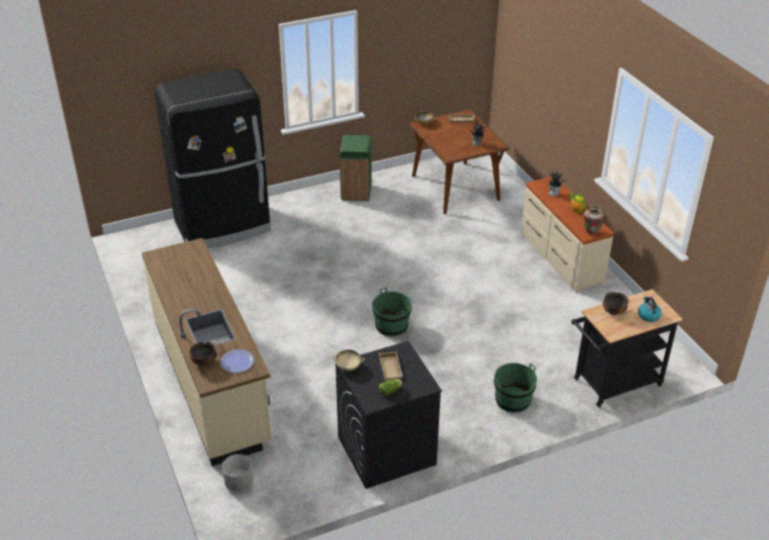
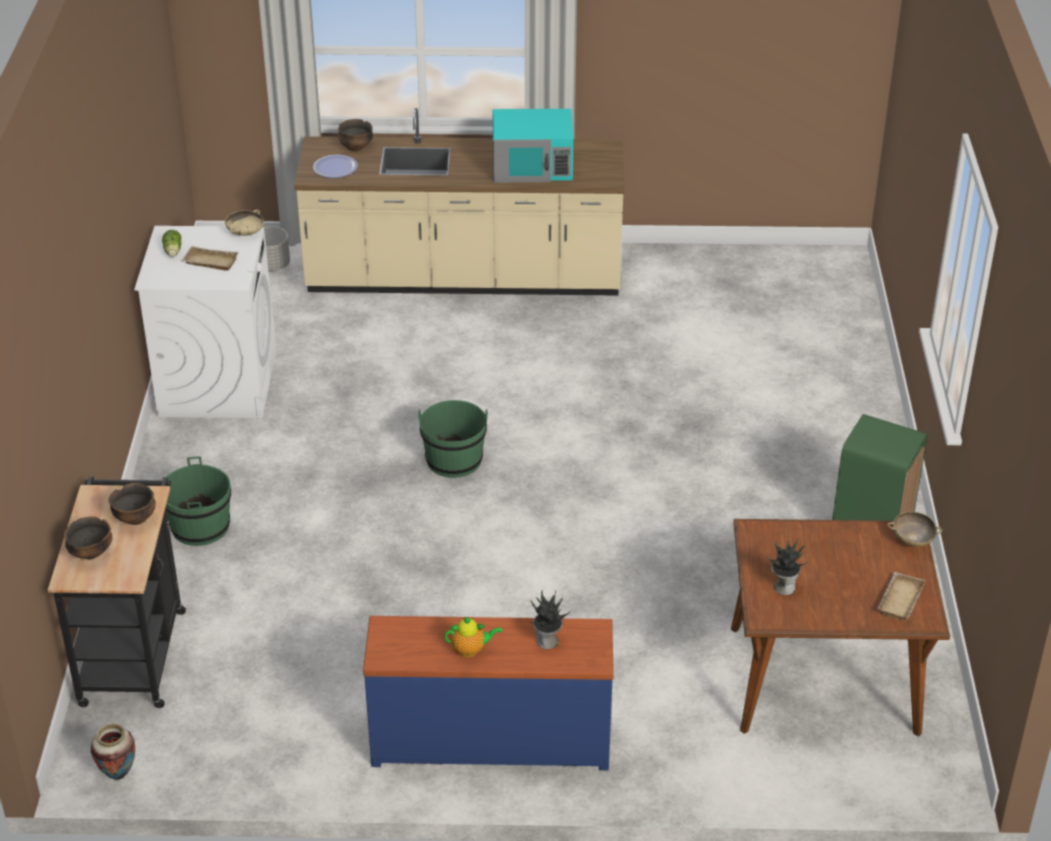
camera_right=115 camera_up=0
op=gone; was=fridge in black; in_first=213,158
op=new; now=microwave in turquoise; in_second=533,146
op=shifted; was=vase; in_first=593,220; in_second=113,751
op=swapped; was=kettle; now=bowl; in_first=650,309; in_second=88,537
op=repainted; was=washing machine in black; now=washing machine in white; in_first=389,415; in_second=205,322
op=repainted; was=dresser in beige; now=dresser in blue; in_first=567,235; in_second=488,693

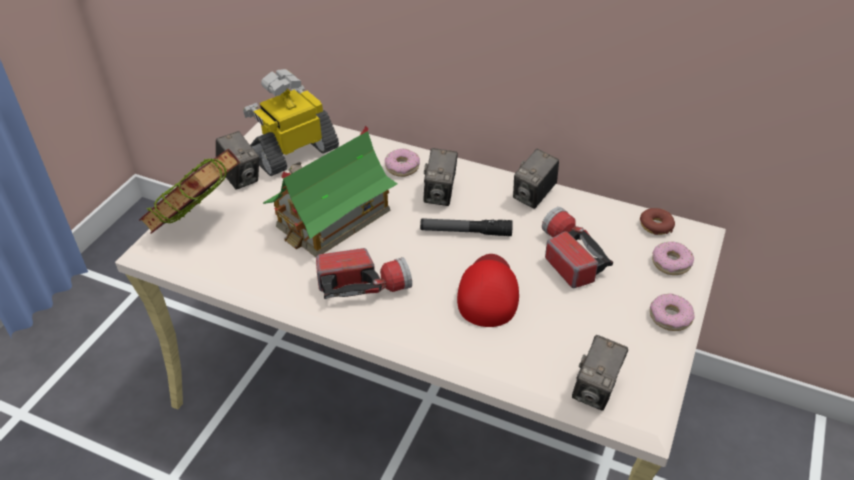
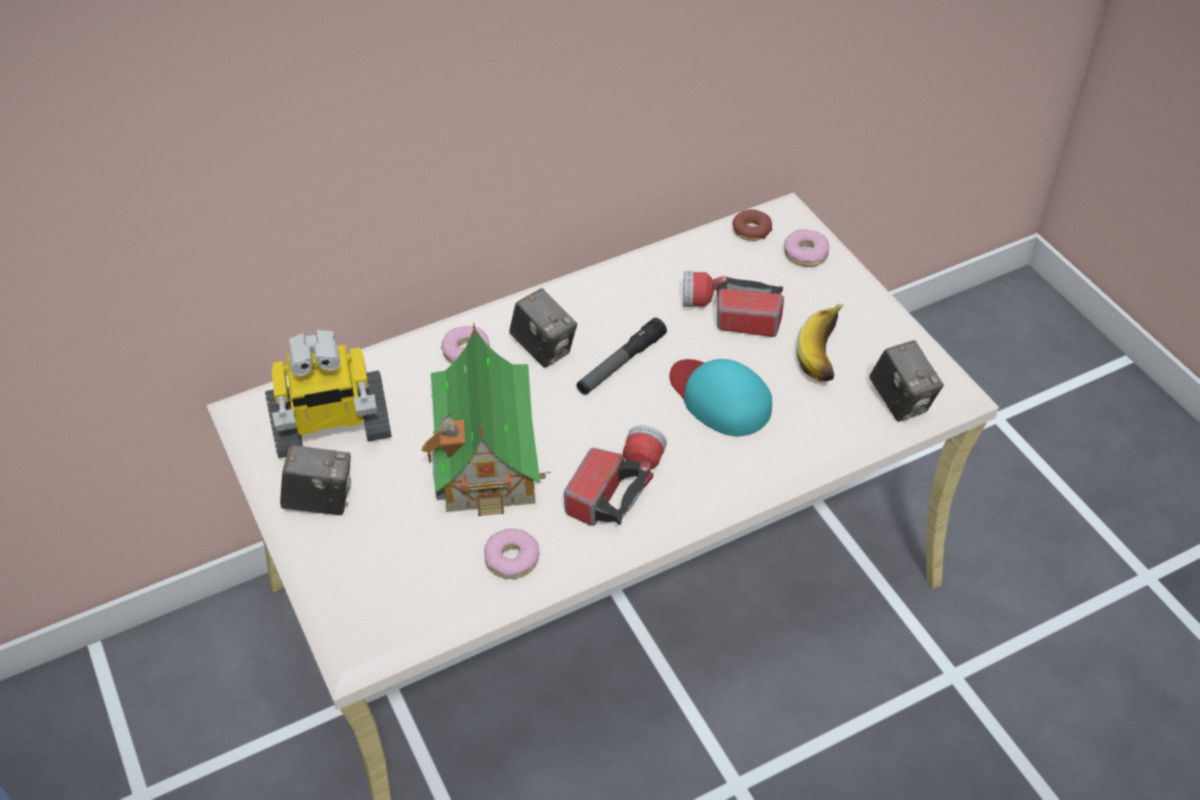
camera_right=-50 camera_up=5
op=gone; was=book; in_first=189,191
op=gone; was=photo camera; in_first=536,179
op=new; now=banana; in_second=820,342
op=shifted; was=donut; in_first=672,312; in_second=512,554
op=repainted; was=cap in red; now=cap in turquoise; in_first=488,290; in_second=721,397
op=rotated; was=toy robot; in_first=291,122; in_second=328,394; clockwise=-105

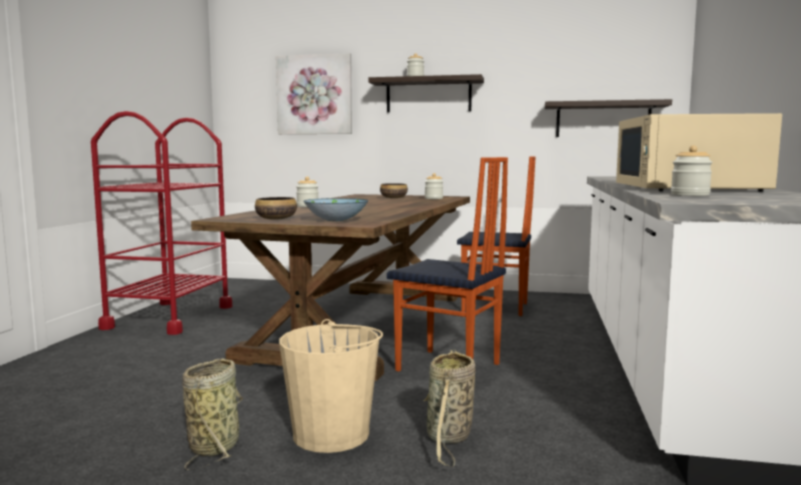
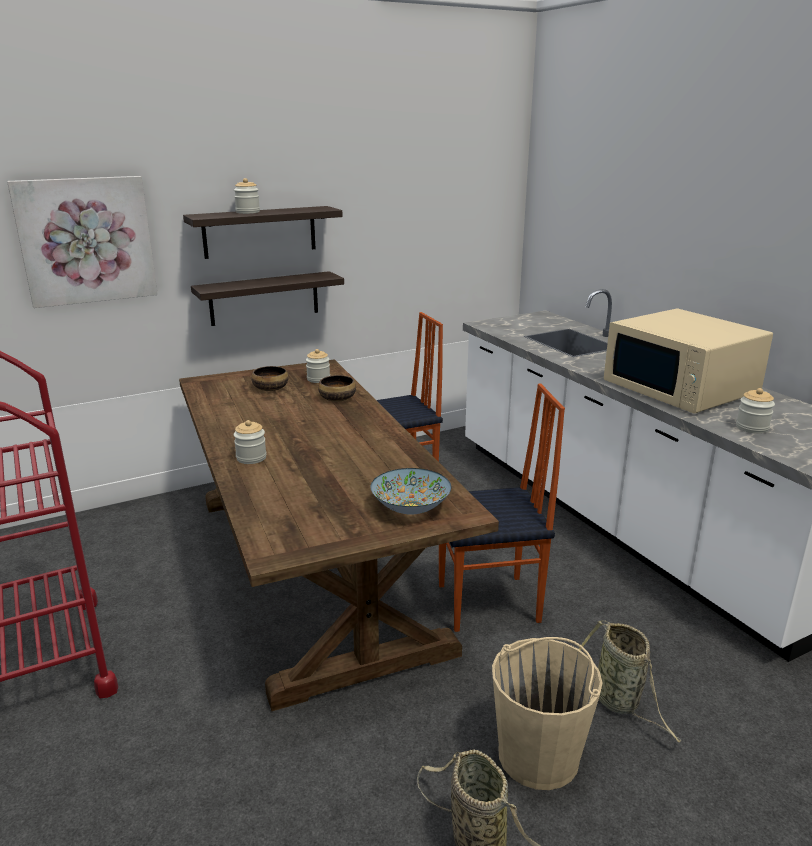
camera_right=-40 camera_up=15
op=shifted; was=bowl; in_first=276,208; in_second=337,388
op=shifted; was=shelf; in_first=608,118; in_second=267,298

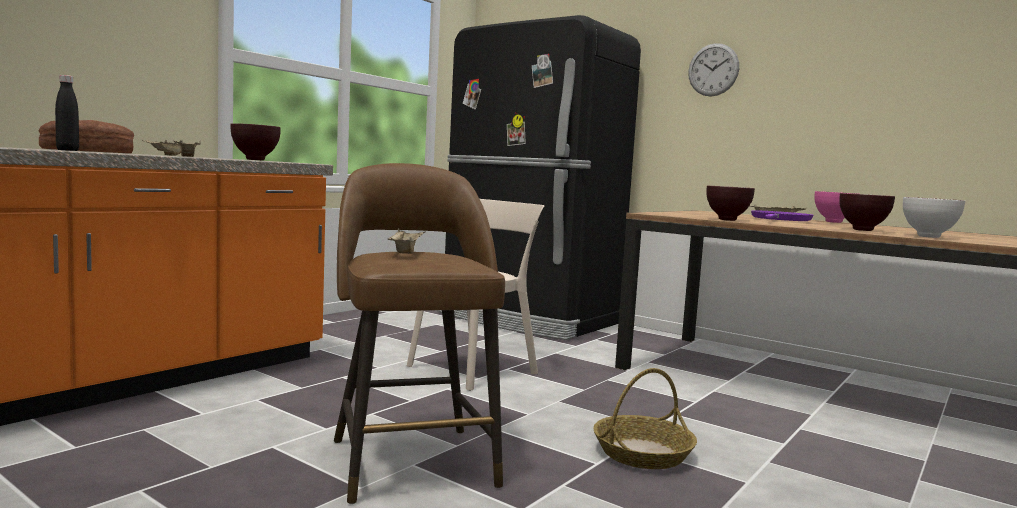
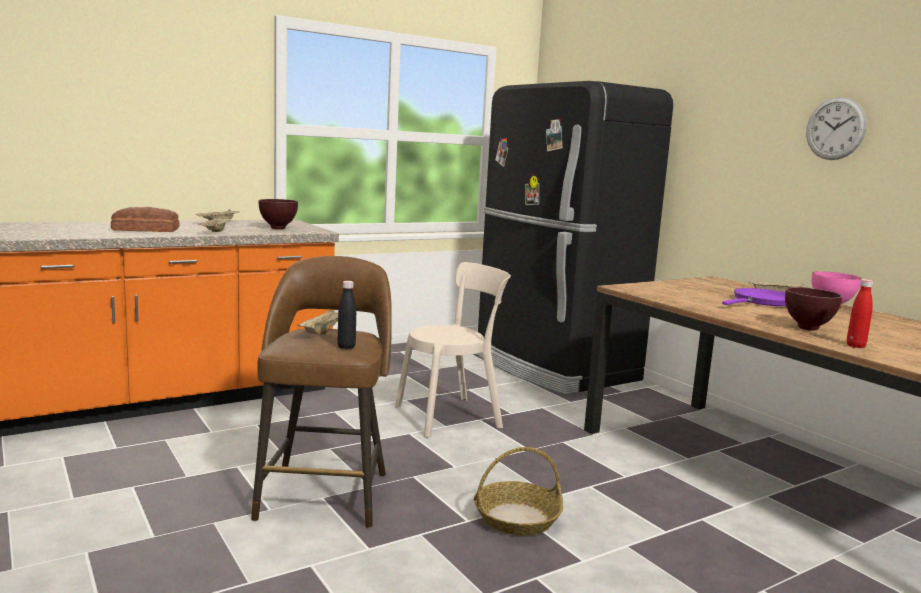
camera_right=20 camera_up=5
op=gone; was=bowl in brown; in_first=730,203
op=shifted; was=bottle in black; in_first=67,113; in_second=347,315
op=shifted; was=wall clock; in_first=713,70; in_second=836,128
op=swapped; was=bowl in white; now=bottle in red; in_first=934,217; in_second=860,313

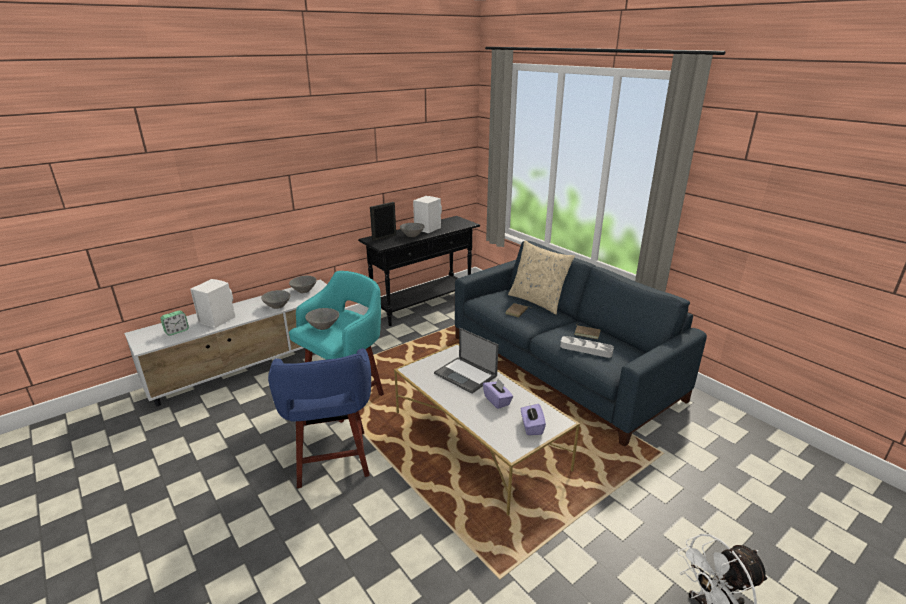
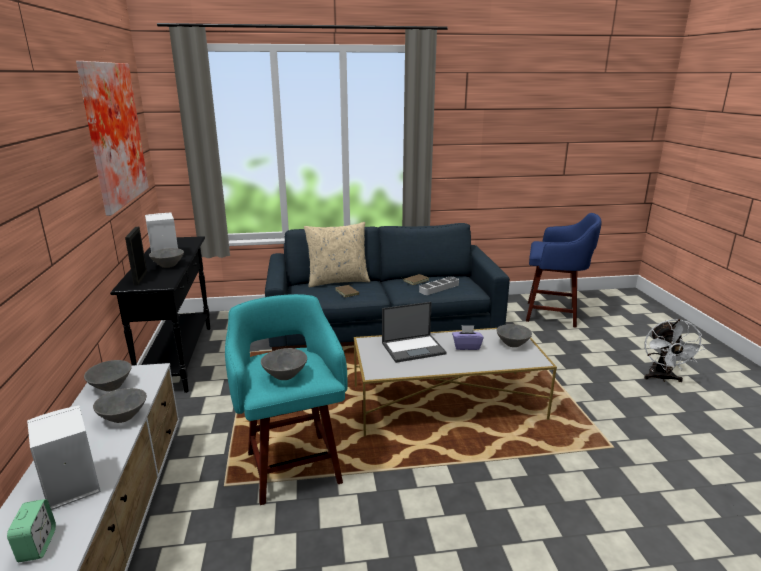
camera_right=-60 camera_up=-5
op=new; now=picture; in_second=112,138
op=shifted; was=stool in blue; in_first=319,418; in_second=564,270
op=swapped; was=tissue box in purple; now=bowl in grey; in_first=533,419; in_second=514,335

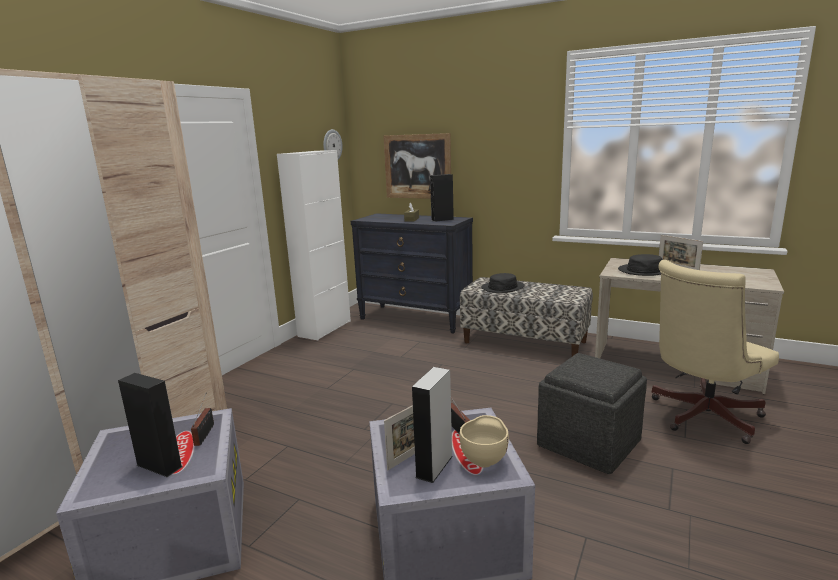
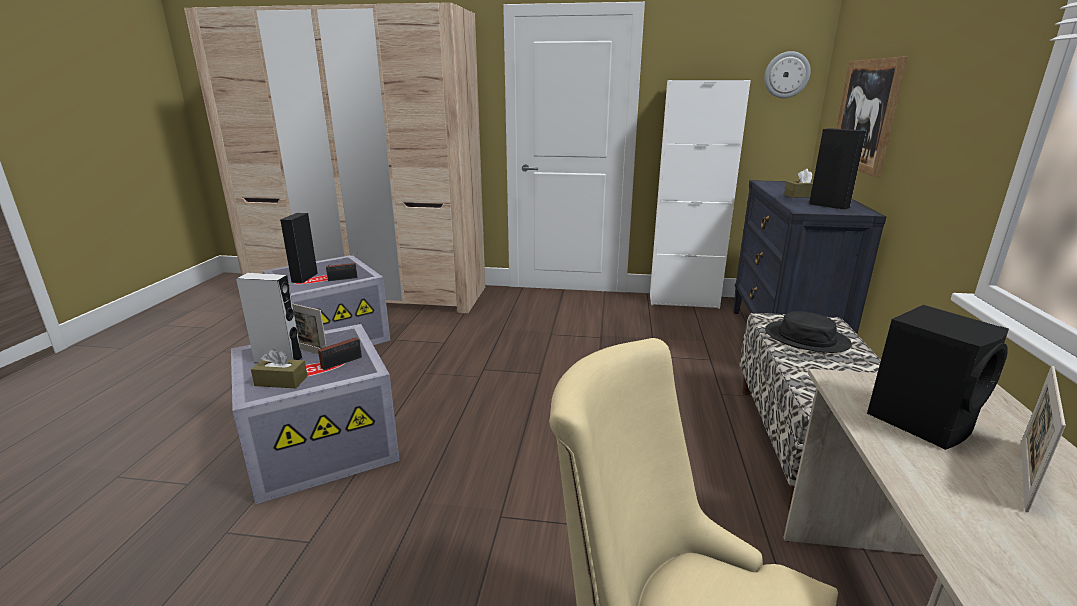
camera_right=70 camera_up=5
op=gone; was=ottoman in grey; in_first=592,413
op=swapped; was=bowl in beige; now=tissue box in brown; in_first=484,441; in_second=279,368
op=swapped; was=hat in black; now=speaker in black; in_first=640,265; in_second=938,377

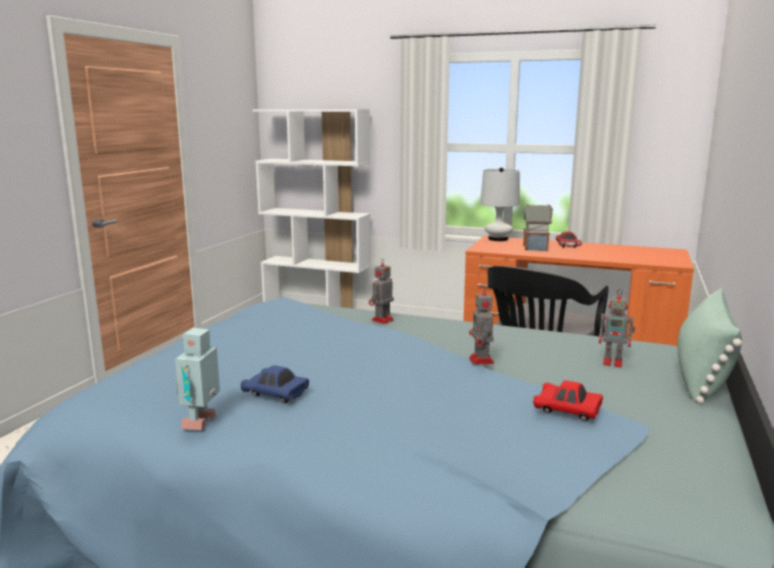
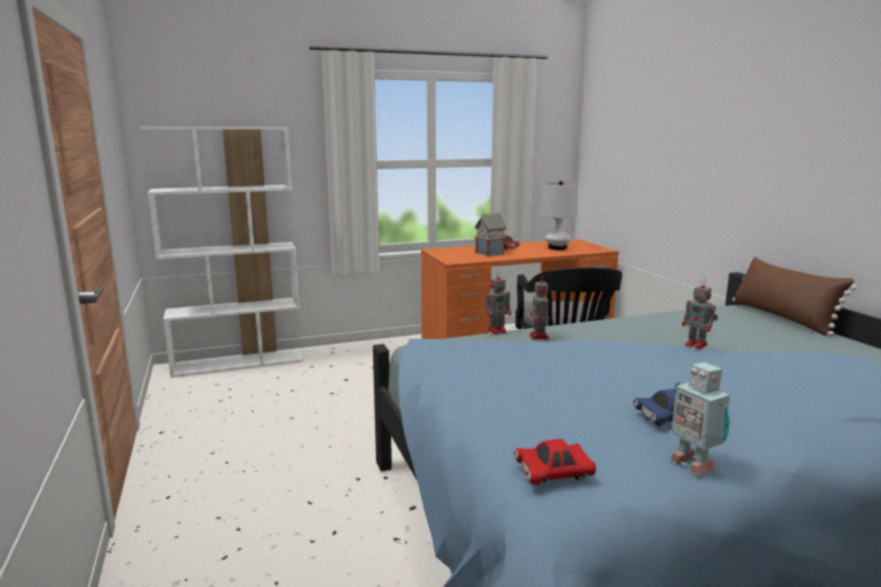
camera_right=-40 camera_up=0
op=shifted; was=table lamp in white; in_first=500,204; in_second=559,215
op=shifted; was=toy car in red; in_first=568,400; in_second=555,462
op=shifted; was=toy robot; in_first=617,328; in_second=499,303
op=repainted; was=pillow in green; now=pillow in brown; in_first=710,346; in_second=794,296

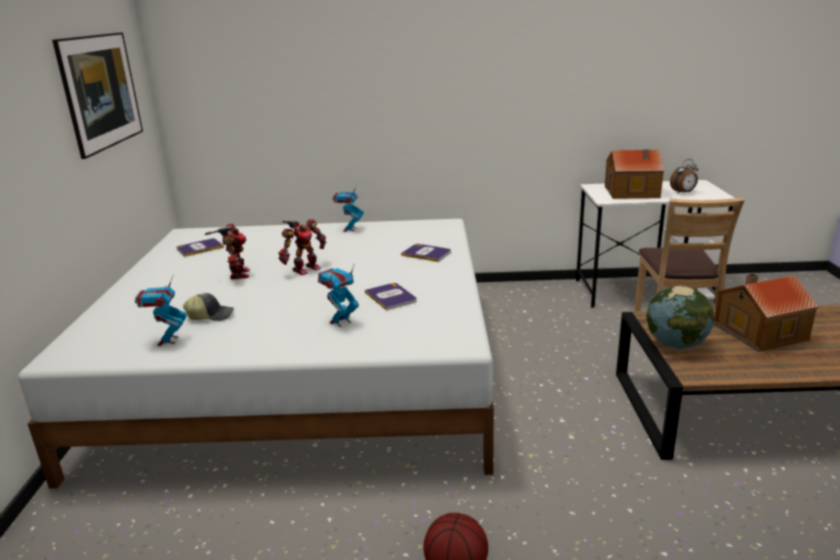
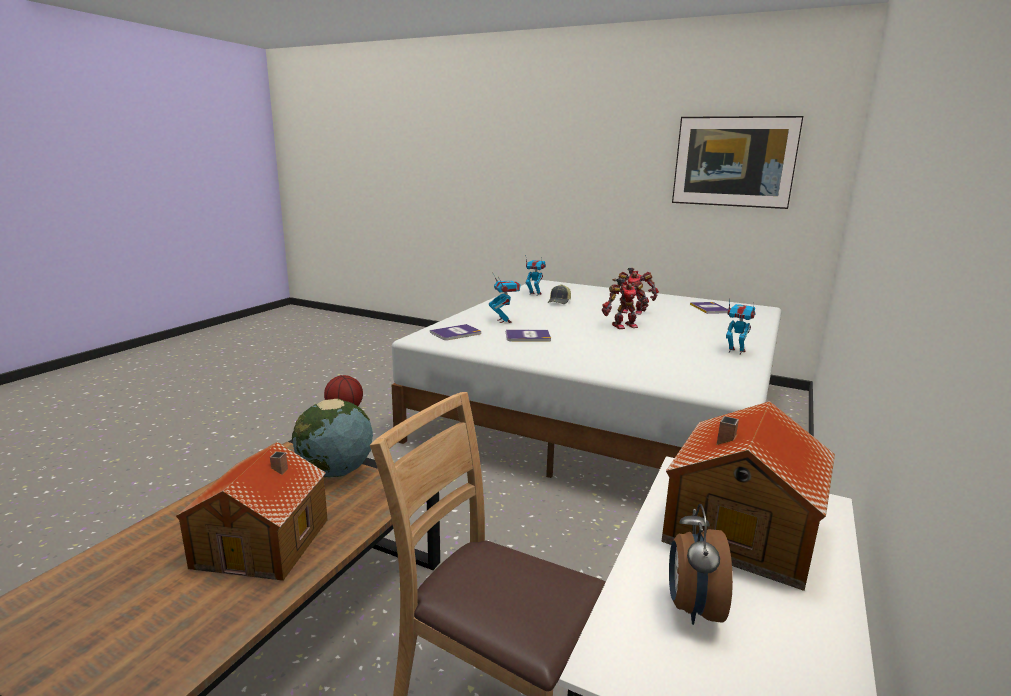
camera_right=115 camera_up=-5
op=shifted; was=book; in_first=426,253; in_second=455,332
op=rotated; was=toy robot; in_first=302,247; in_second=625,303; clockwise=-90

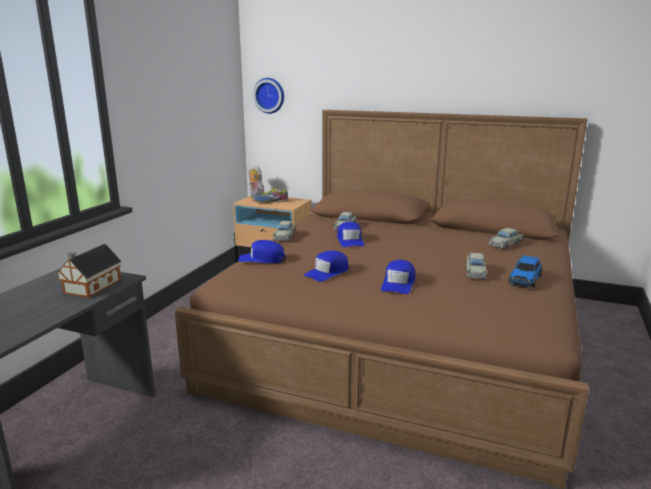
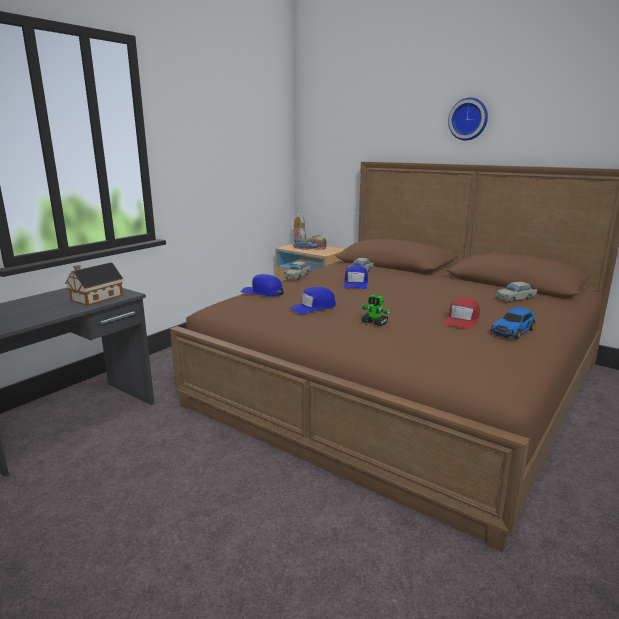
camera_right=15 camera_up=0
op=shifted; was=wall clock; in_first=268,96; in_second=468,119
op=swapped; was=cap in blue; now=toy robot; in_first=398,277; in_second=375,310
op=swapped; was=toy car in beige; now=cap in red; in_first=476,266; in_second=462,313

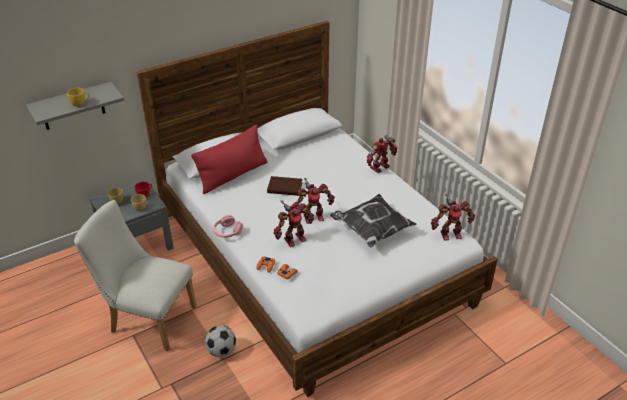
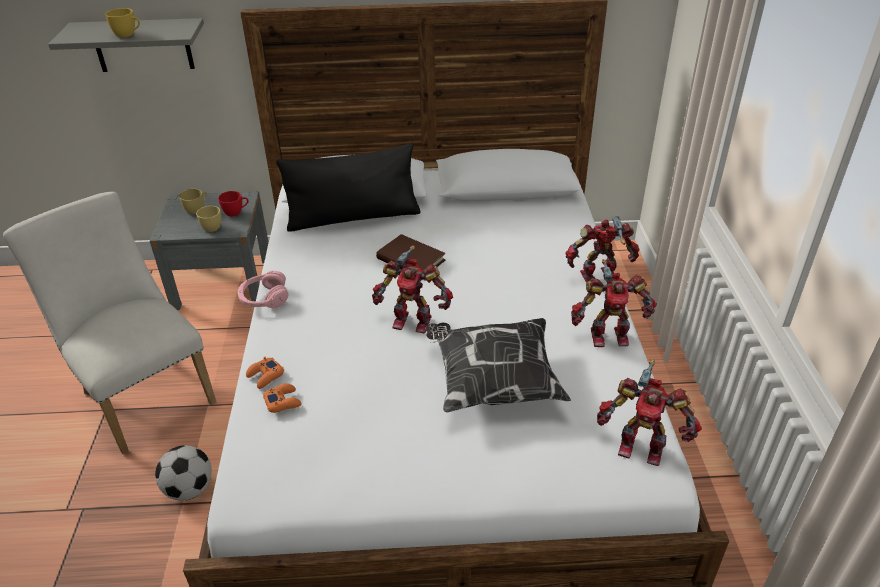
camera_right=30 camera_up=0
op=shifted; was=toy robot; in_first=294,223; in_second=614,303
op=repainted; was=pillow in red; now=pillow in black; in_first=229,159; in_second=348,187

